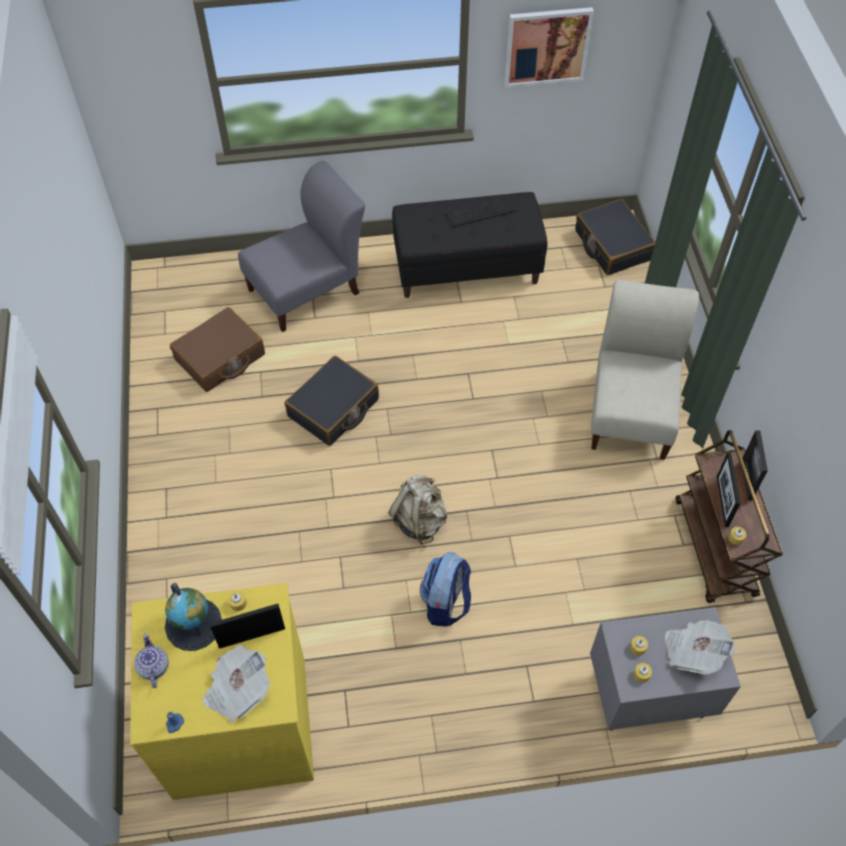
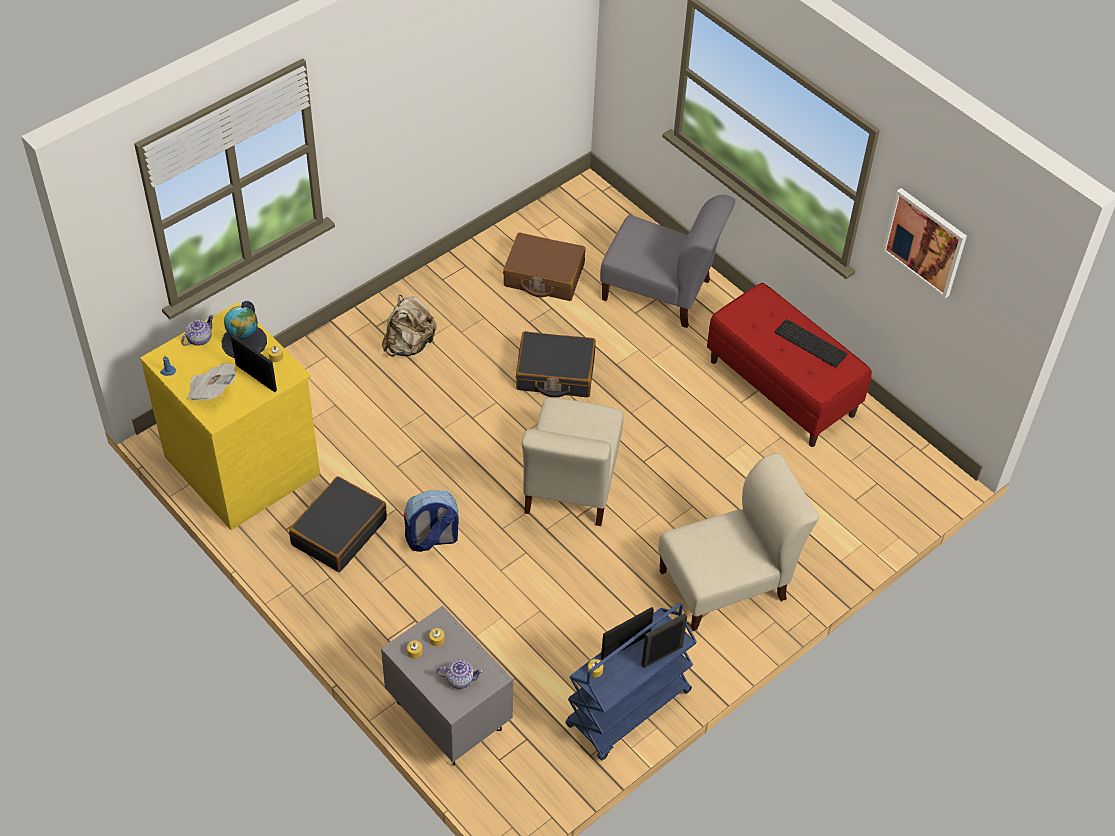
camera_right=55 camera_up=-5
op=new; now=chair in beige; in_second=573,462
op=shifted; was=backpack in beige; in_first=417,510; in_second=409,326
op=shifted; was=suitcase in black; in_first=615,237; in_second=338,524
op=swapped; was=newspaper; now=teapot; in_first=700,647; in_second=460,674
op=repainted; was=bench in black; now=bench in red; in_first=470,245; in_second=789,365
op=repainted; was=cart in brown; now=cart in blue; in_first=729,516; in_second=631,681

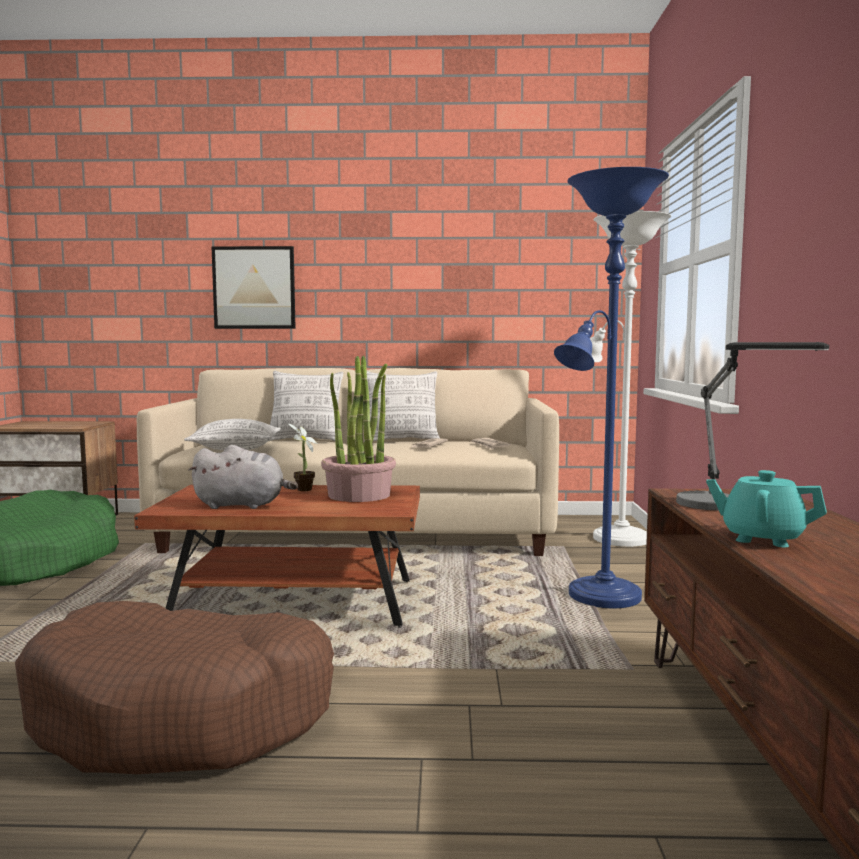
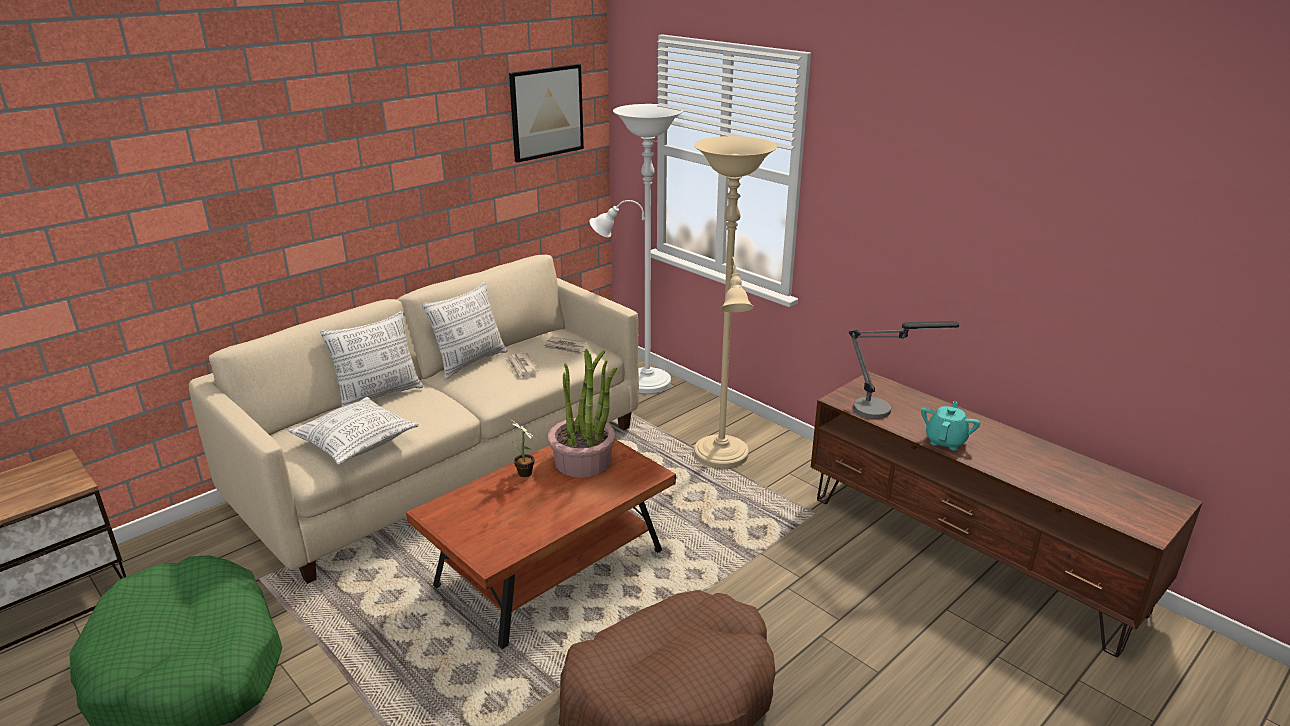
camera_right=-45 camera_up=20
op=gone; was=plush toy in grey; in_first=243,477
op=shifted; was=picture; in_first=254,287; in_second=546,113
op=repainted; was=floor lamp in blue; now=floor lamp in beige; in_first=611,387; in_second=735,302
op=rotated; was=teapot in turquoise; in_first=766,508; in_second=950,425; clockwise=135

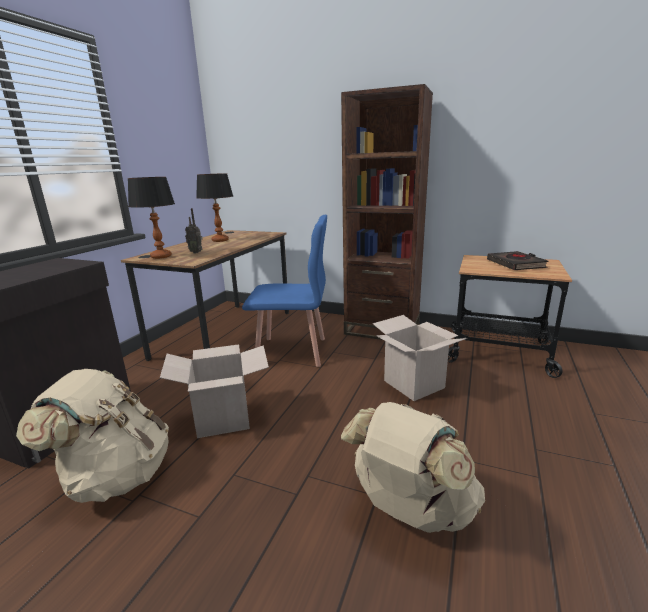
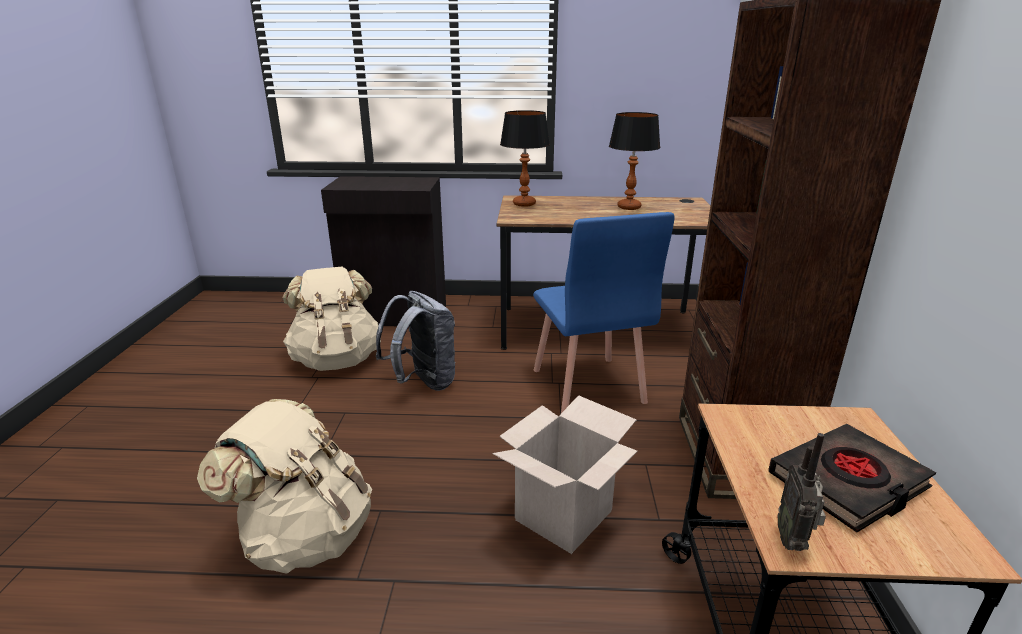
camera_right=70 camera_up=5
op=shifted; was=radio; in_first=194,231; in_second=802,492
op=swapped; was=cardboard box; now=backpack in grey; in_first=214,391; in_second=416,341

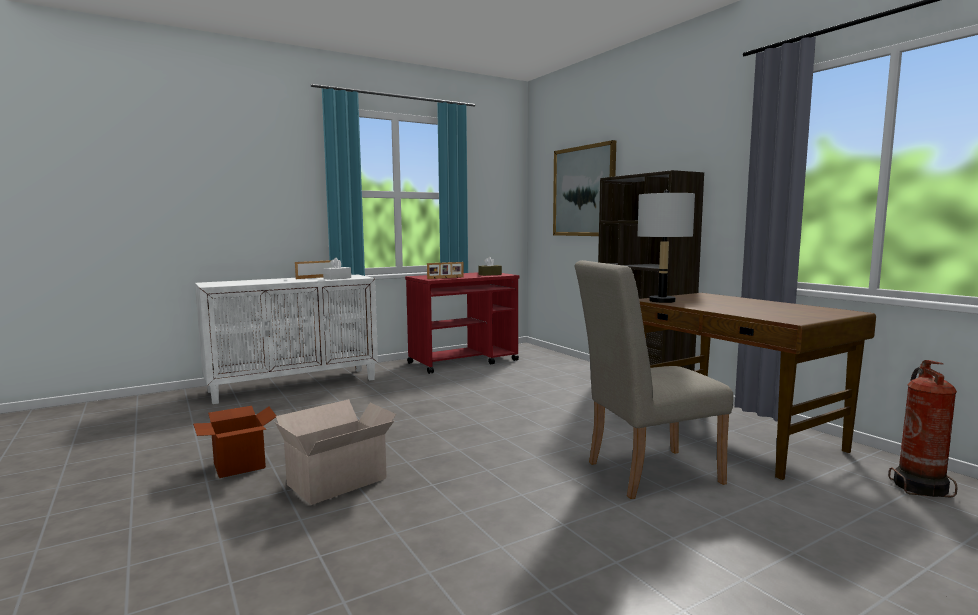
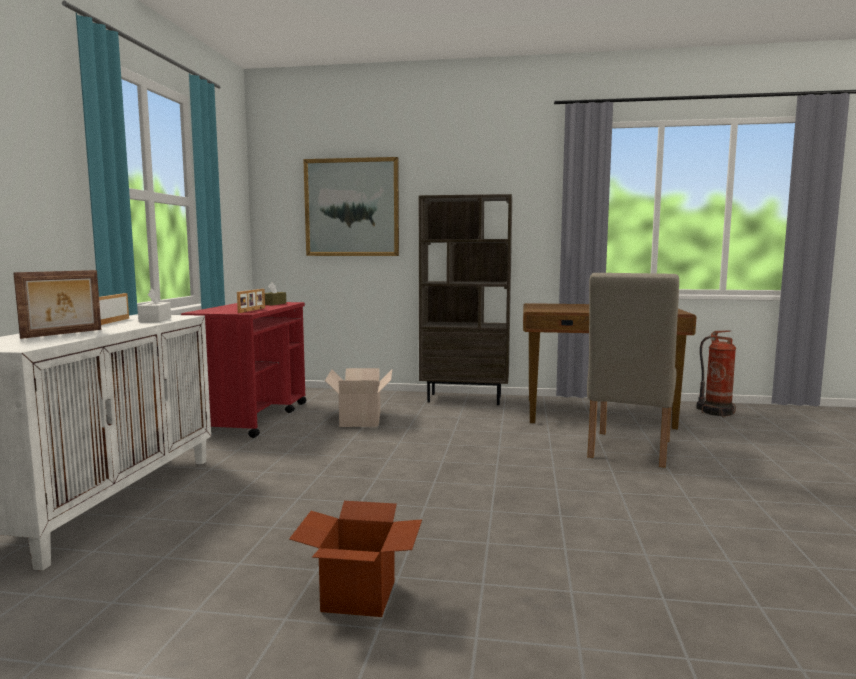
camera_right=-50 camera_up=0
op=gone; was=table lamp in grey; in_first=666,246
op=new; now=picture frame; in_second=57,304
op=shifted; was=cardboard box; in_first=335,452; in_second=358,397

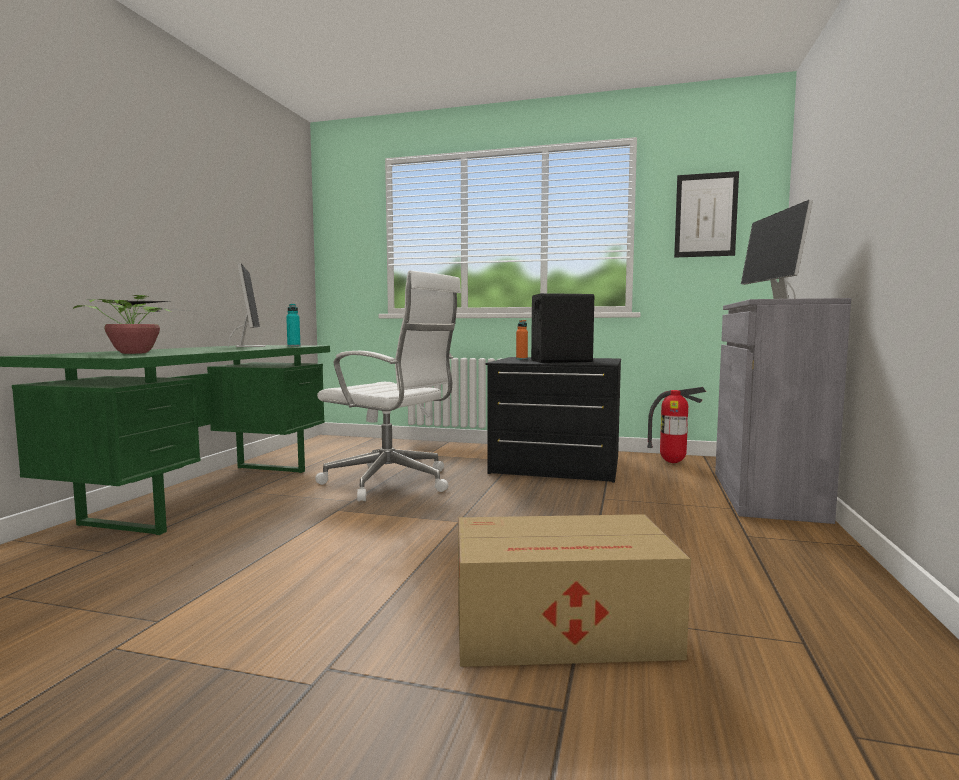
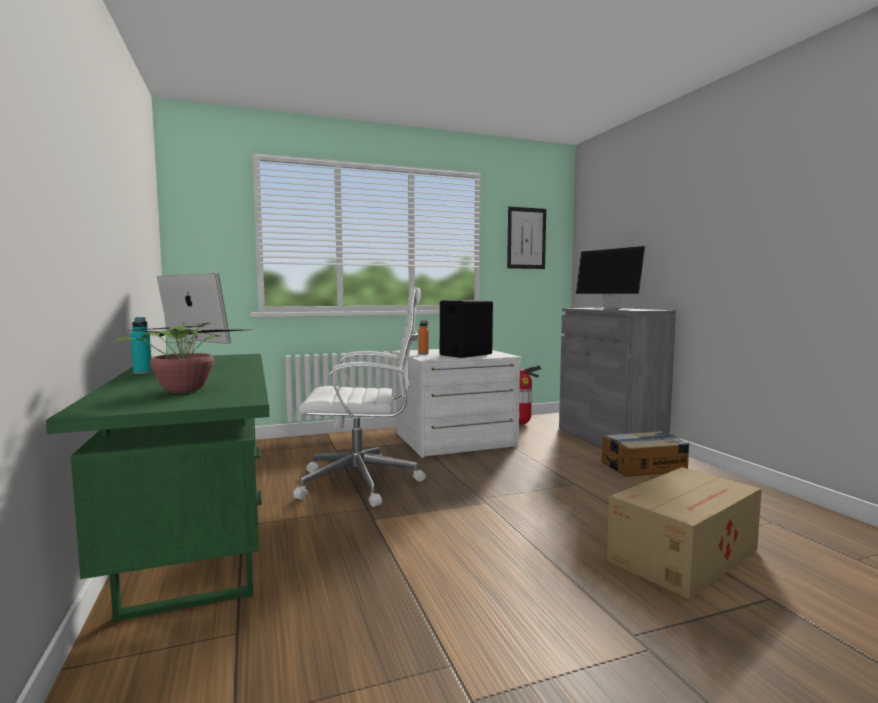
camera_right=-35 camera_up=0
op=new; now=cardboard box; in_second=646,454
op=shifted; was=bottle in turquoise; in_first=293,325; in_second=141,345
op=repainted; was=dresser in black; now=dresser in white; in_first=553,420; in_second=458,403

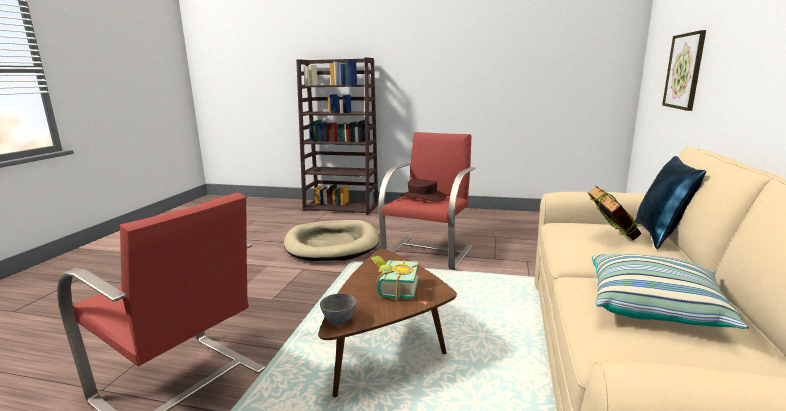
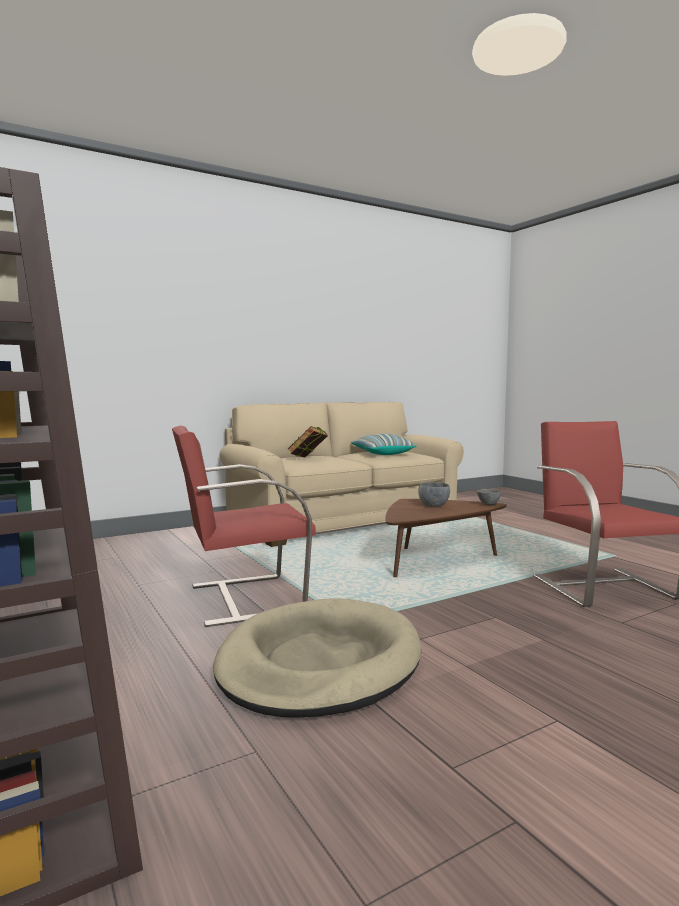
camera_right=-135 camera_up=-10
op=gone; was=hat in brown; in_first=423,190
op=gone; was=pillow in blue; in_first=670,202
op=gone; was=picture; in_first=684,70
op=swapped; was=book; now=bowl in grey; in_first=395,278; in_second=434,494

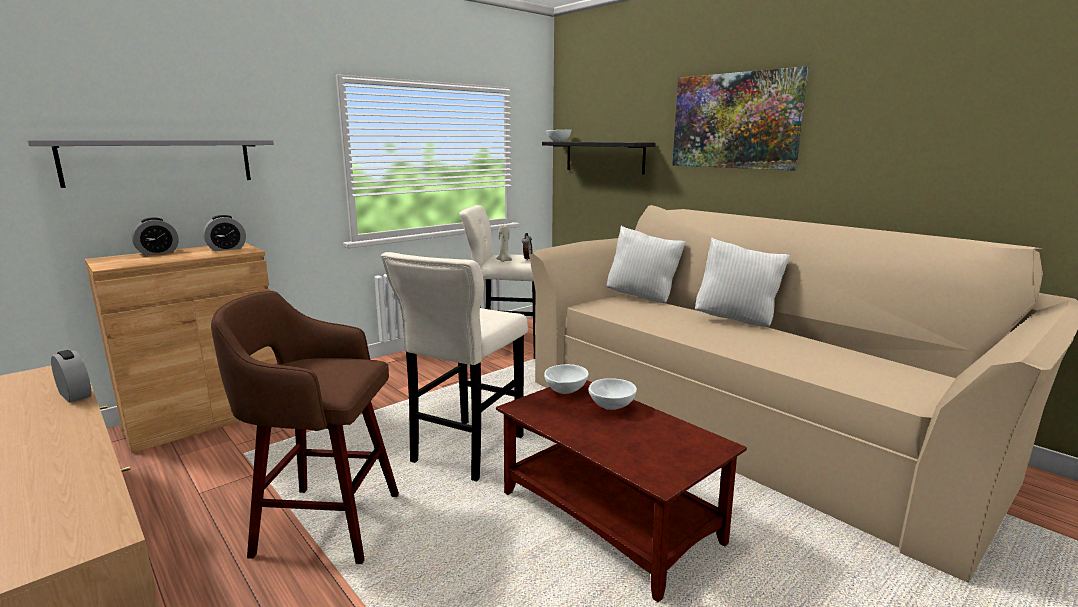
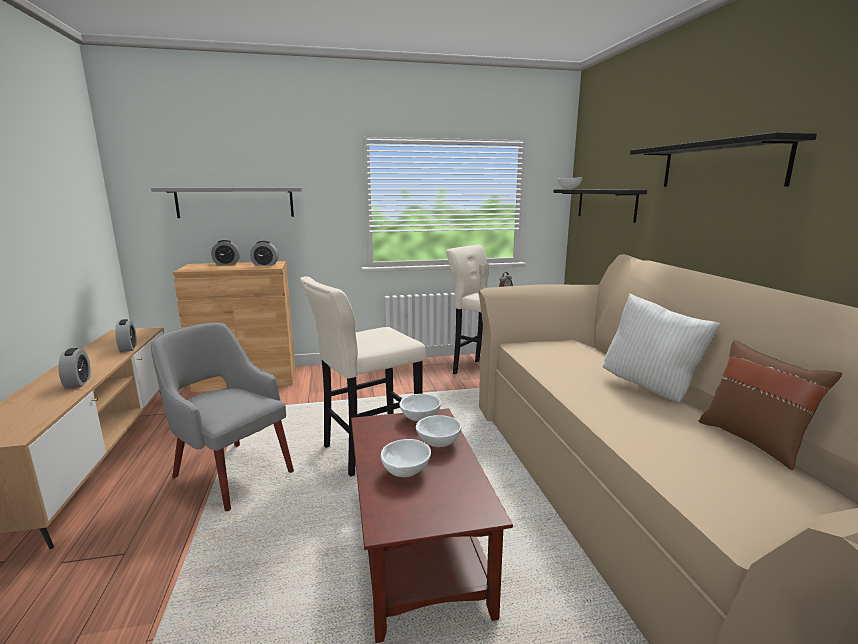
camera_right=30 camera_up=0
op=gone; was=pillow in white; in_first=646,264
op=new; now=alarm clock; in_second=74,368
op=new; now=bowl in white; in_second=405,458
op=new; now=pillow in brown; in_second=770,405
op=swapped; was=stool in brown; now=armchair in grey; in_first=305,427; in_second=222,416
op=swapped; was=picture; now=shelf in black; in_first=740,118; in_second=723,159

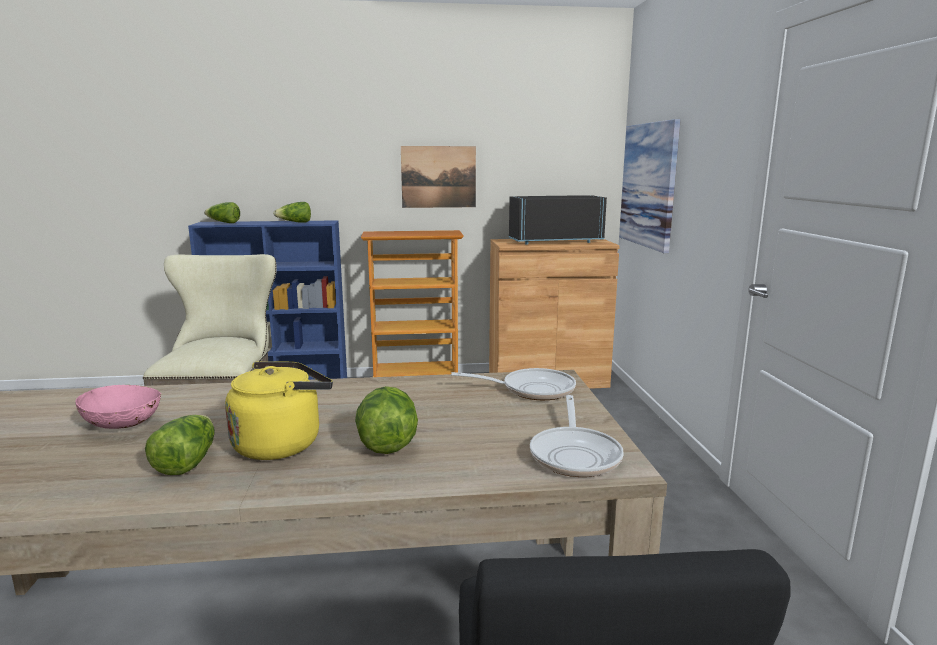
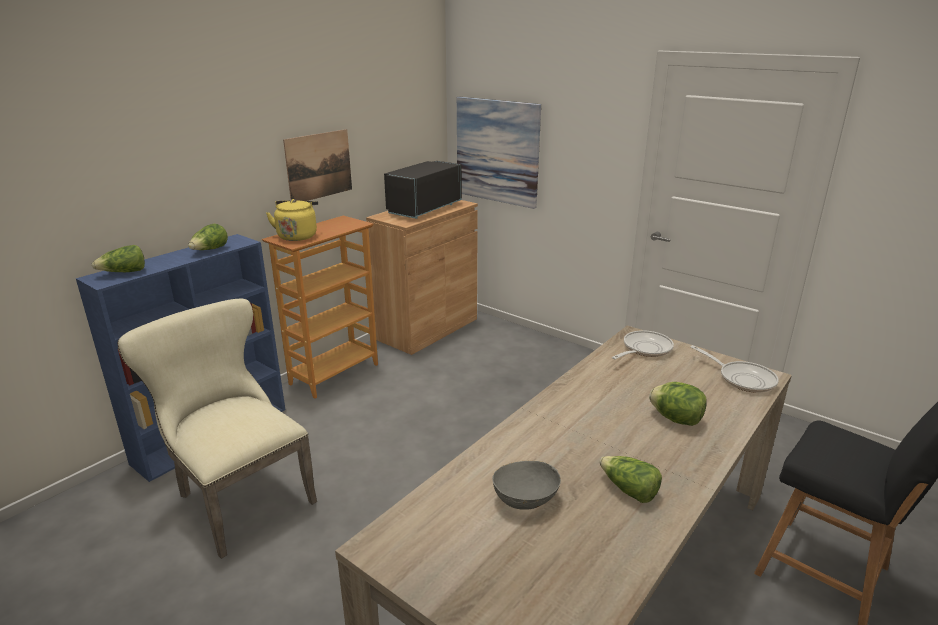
camera_right=-45 camera_up=10
op=shifted; was=kettle in yellow; in_first=279,411; in_second=292,220
op=repainted; was=bowl in pink; now=bowl in grey; in_first=118,407; in_second=526,485

